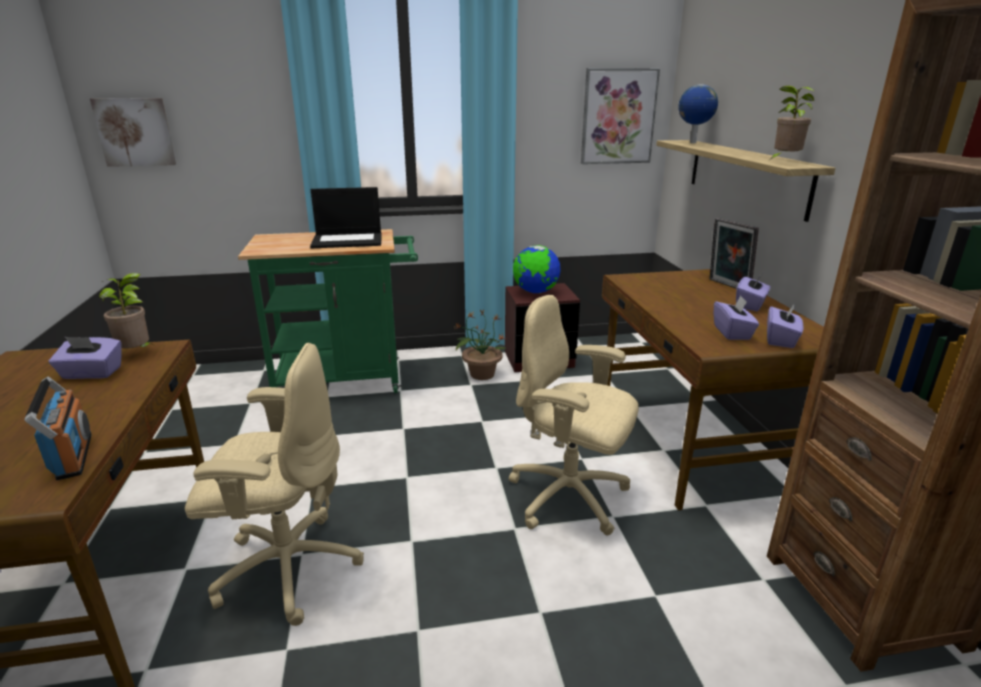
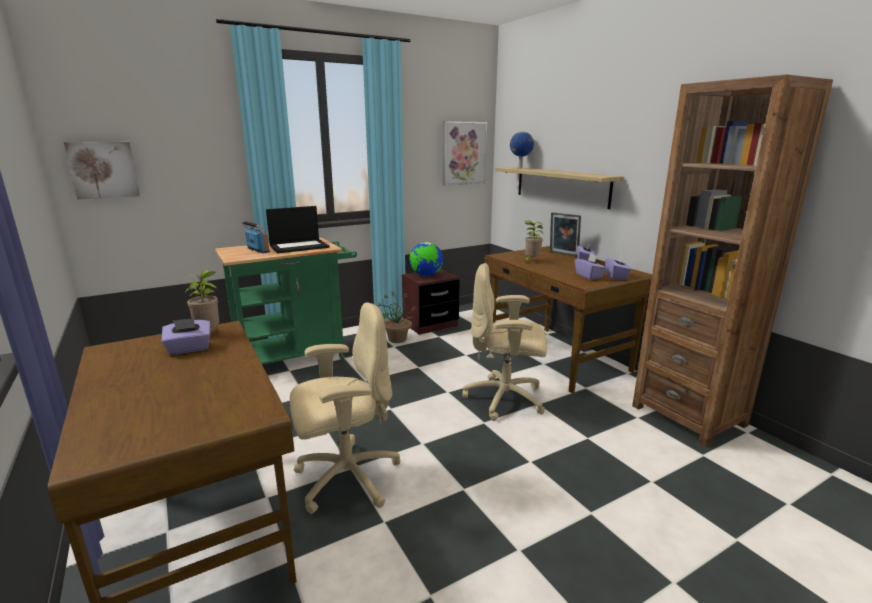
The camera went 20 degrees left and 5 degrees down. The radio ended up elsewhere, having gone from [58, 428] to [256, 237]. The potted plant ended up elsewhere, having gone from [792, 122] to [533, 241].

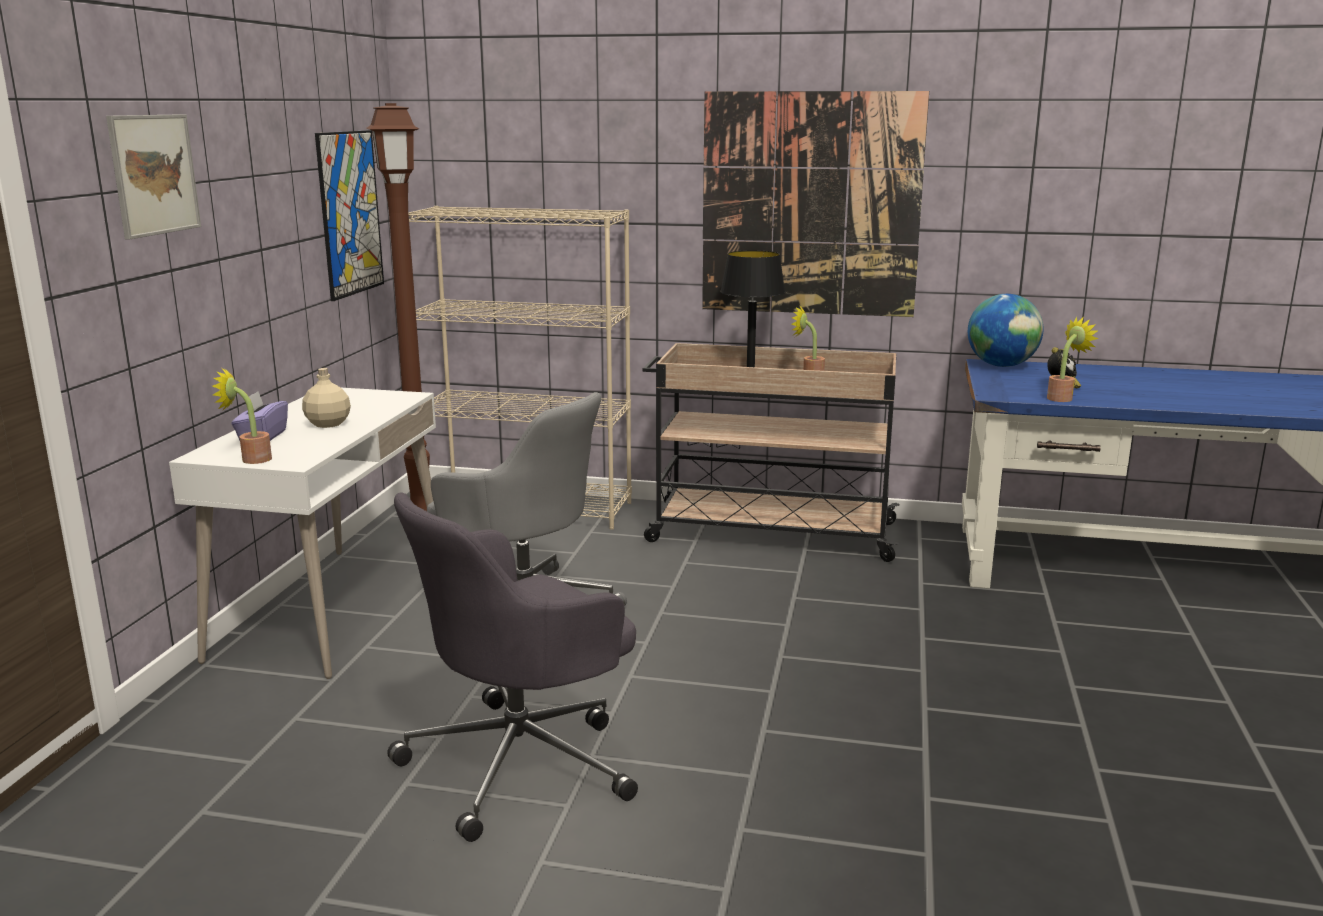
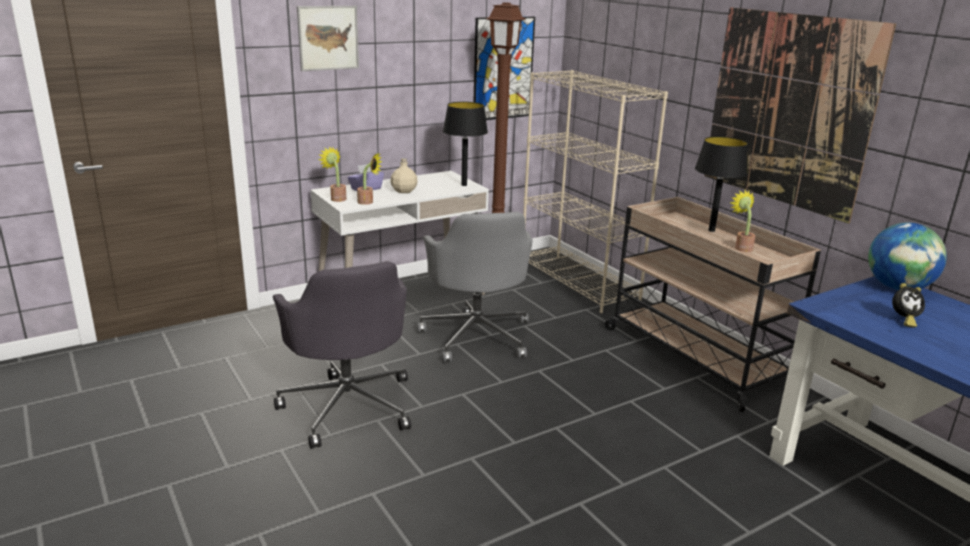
The camera went 45 degrees right and 5 degrees up. The gray desk chair at [512, 667] ended up facing another way, 120 degrees counterclockwise from before. The potted plant ended up elsewhere, having gone from [1073, 359] to [370, 179]. The second view gained the black tabletop lamp at [465, 144].

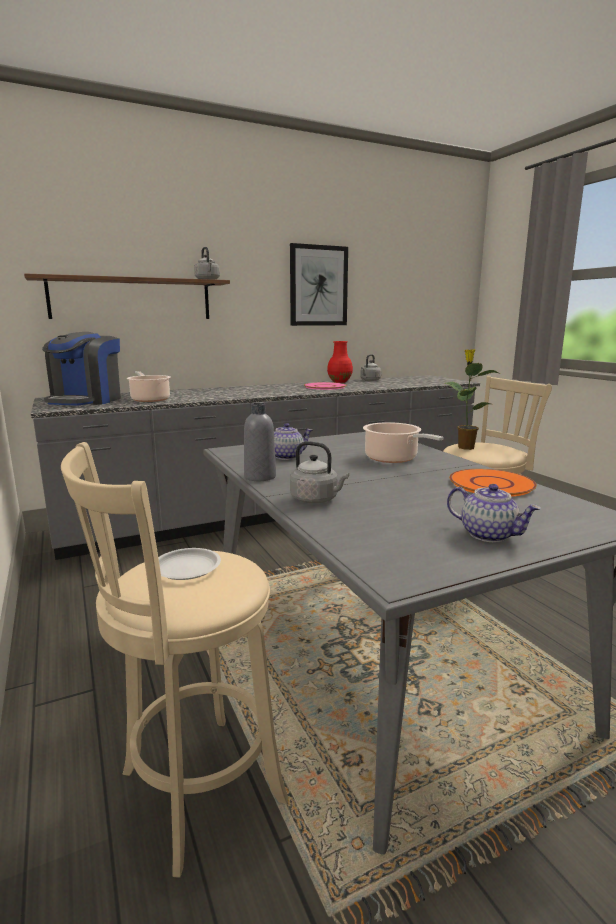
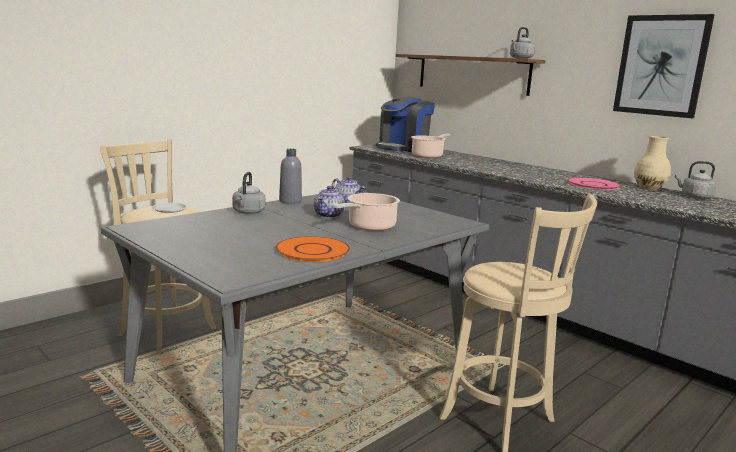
The camera went 70 degrees right and 0 degrees up. The tea pot ended up elsewhere, having gone from [494, 513] to [329, 202]. The coffee machine at [81, 369] ended up facing another way, 45 degrees counterclockwise from before. What was the red-coloured vase at [340, 362] turned into the sand-coloured vase at [652, 163]. The second view lost the potted plant at [473, 399].

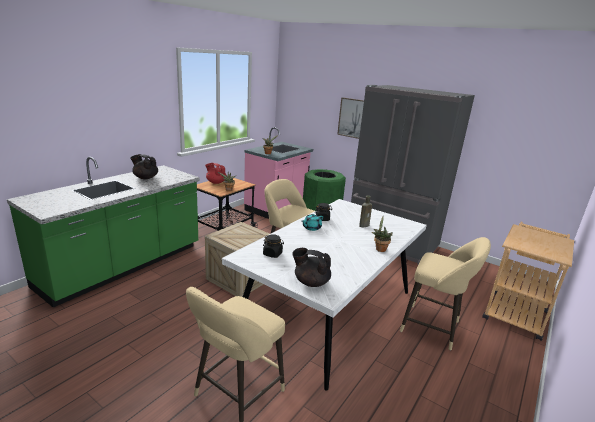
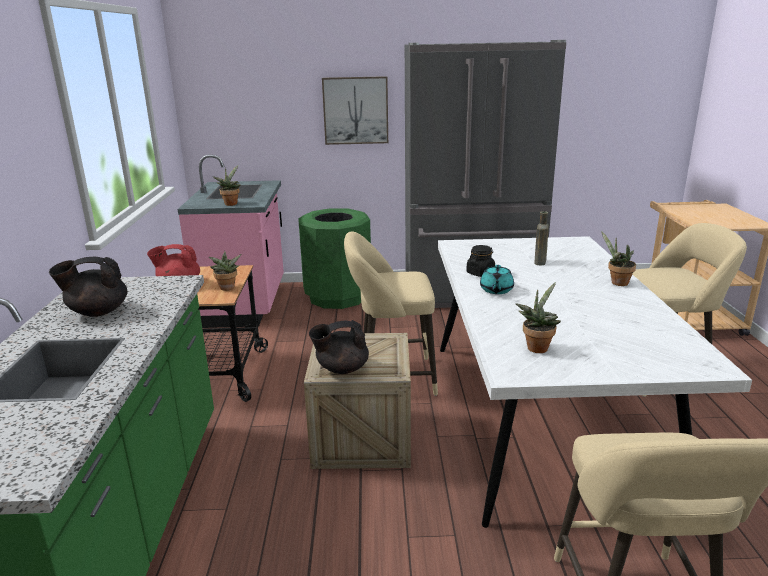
The camera went 35 degrees left and 0 degrees up. The black tea pot ended up elsewhere, having gone from [311, 267] to [339, 347]. Where the black jar stood at [273, 246], the potted plant came to stand at [538, 317].

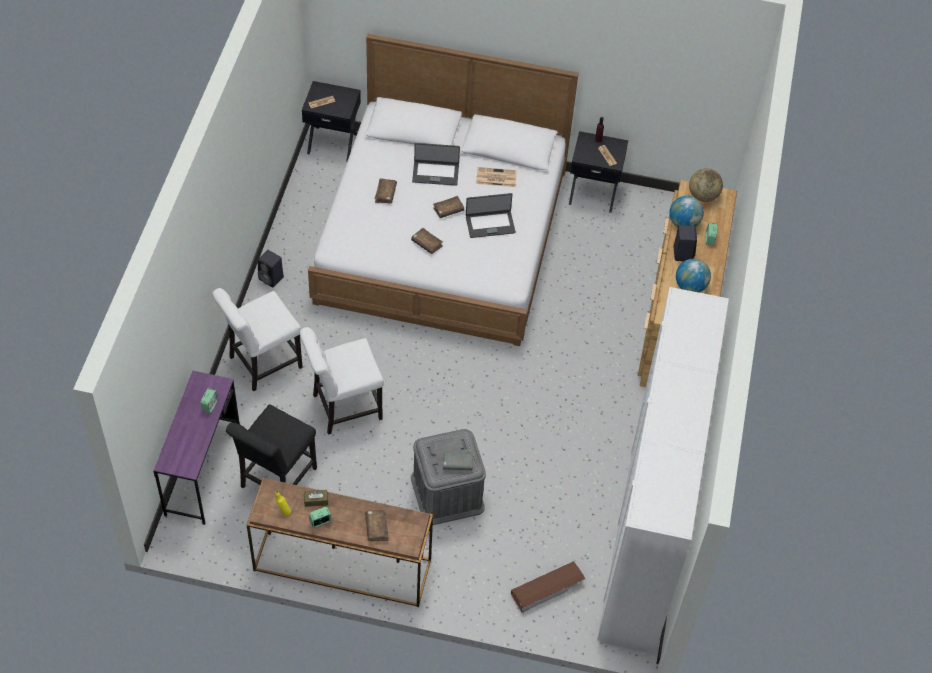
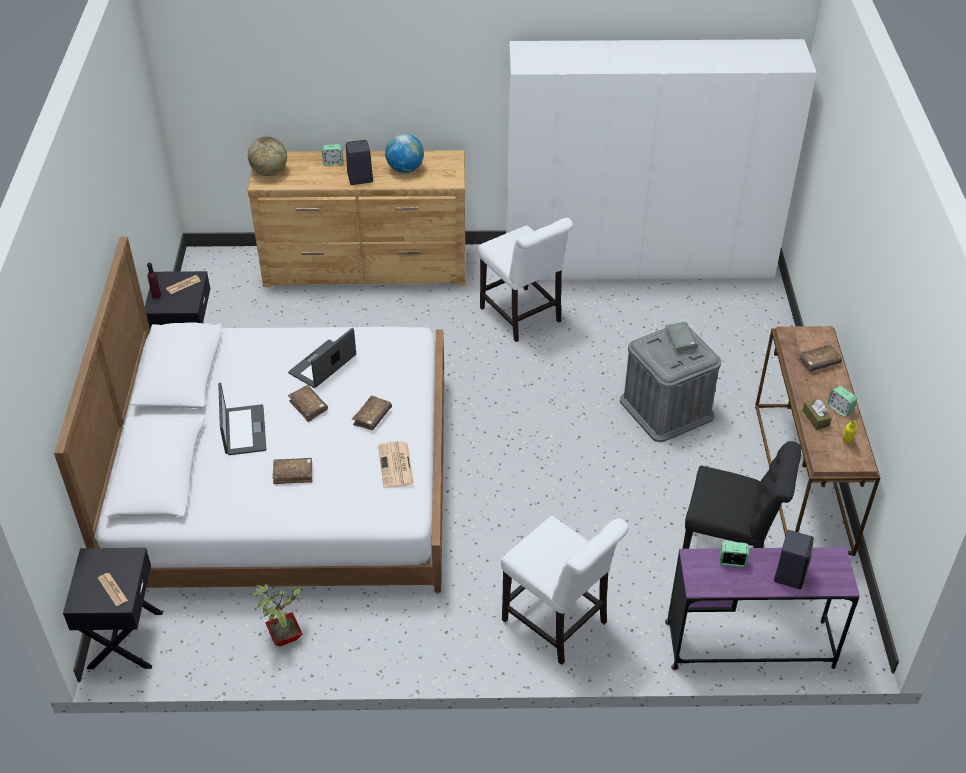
The camera went 100 degrees left and 10 degrees down. The second view gained the potted plant at [276, 615]. The notebook computer at [491, 215] ended up facing another way, 120 degrees counterclockwise from before. The daily paper ended up elsewhere, having gone from [496, 177] to [396, 464]. The whitish upright chair ended up elsewhere, having gone from [342, 381] to [525, 280]. The black speaker ended up elsewhere, having gone from [271, 268] to [794, 560]. The second view lost the brownish storage bin at [548, 587]. The second view lost the desk globe at [686, 211].

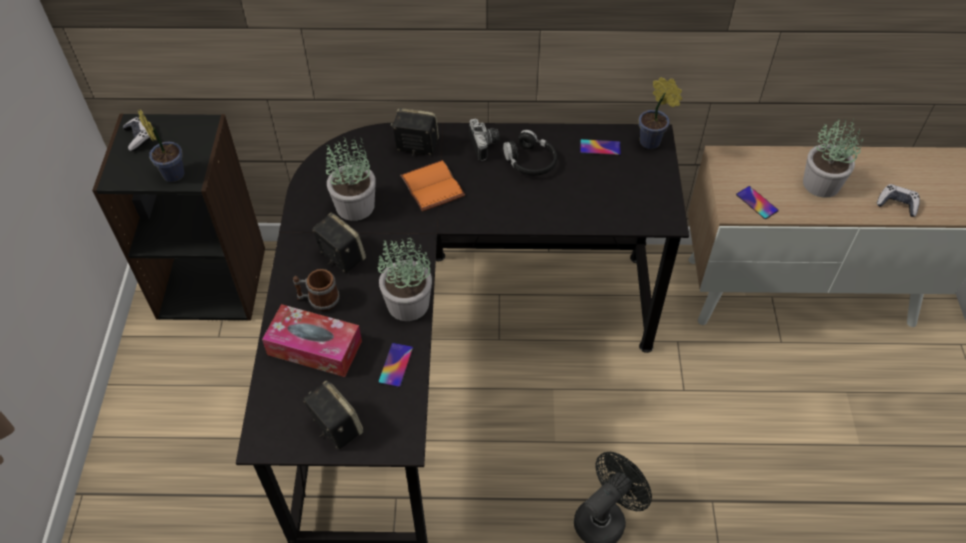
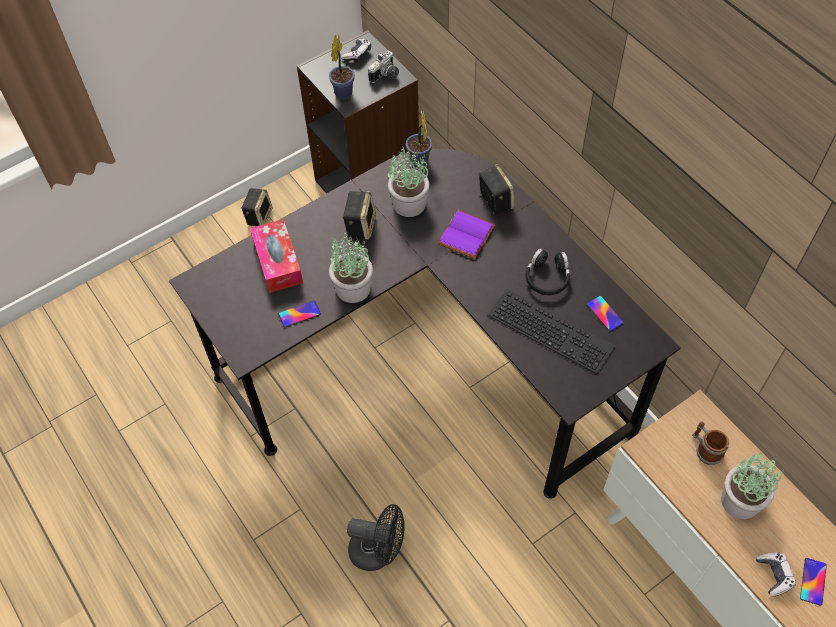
The camera went 55 degrees right and 5 degrees up. The speaker ended up elsewhere, having gone from [333, 414] to [257, 207]. The still camera ended up elsewhere, having gone from [484, 140] to [383, 67]. The potted plant ended up elsewhere, having gone from [660, 113] to [419, 139]. What was the orange book at [432, 186] turned into the purple-coloured book at [466, 234]. The second view gained the PC keyboard at [552, 332]. The mug ended up elsewhere, having gone from [316, 290] to [710, 443]. The telephone ended up elsewhere, having gone from [757, 202] to [813, 582].

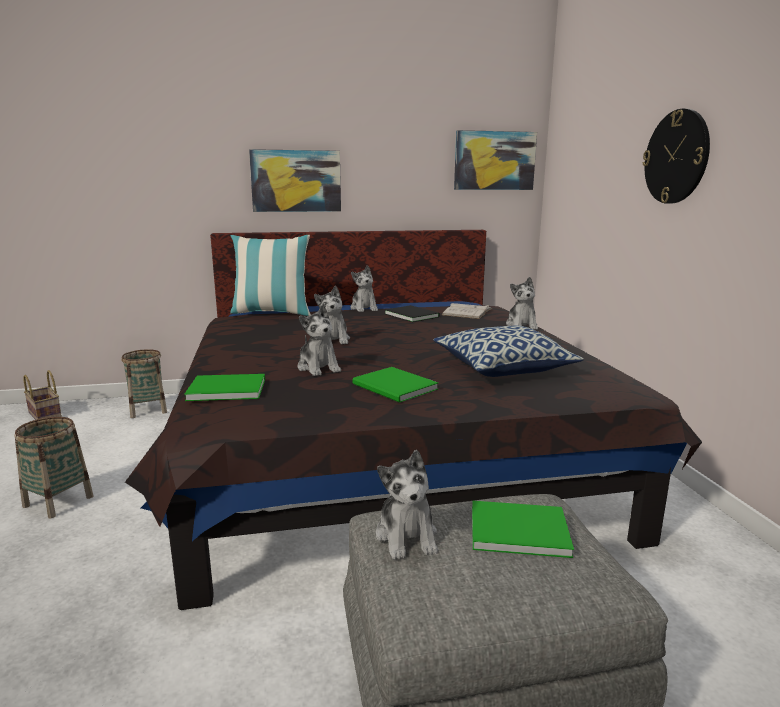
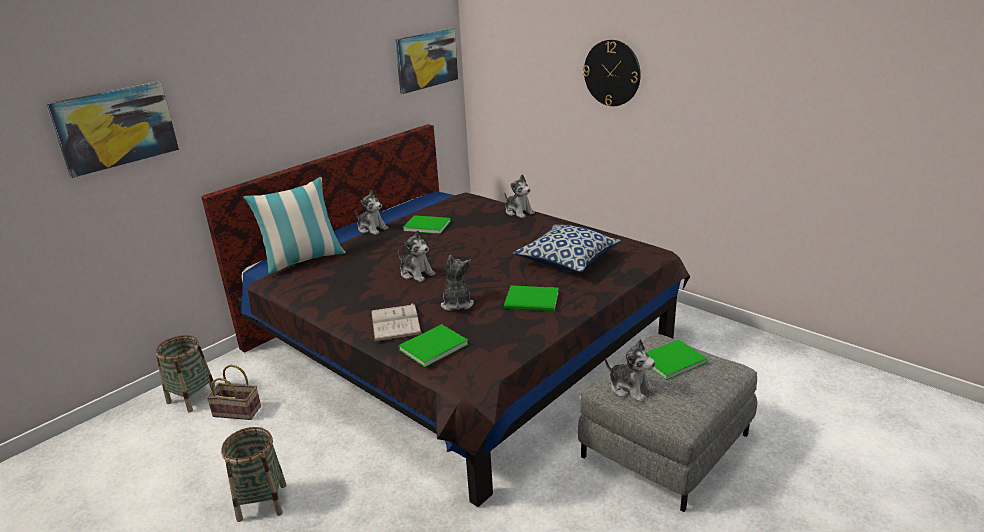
The camera went 35 degrees left and 10 degrees up. The picture ended up elsewhere, having gone from [295, 180] to [112, 129]. The storage basket ended up elsewhere, having gone from [42, 395] to [233, 392]. The whitish book ended up elsewhere, having gone from [467, 311] to [396, 322]. What was the black book at [412, 313] turned into the greenish book at [427, 224]. The soft toy at [319, 340] ended up facing another way, 120 degrees counterclockwise from before.

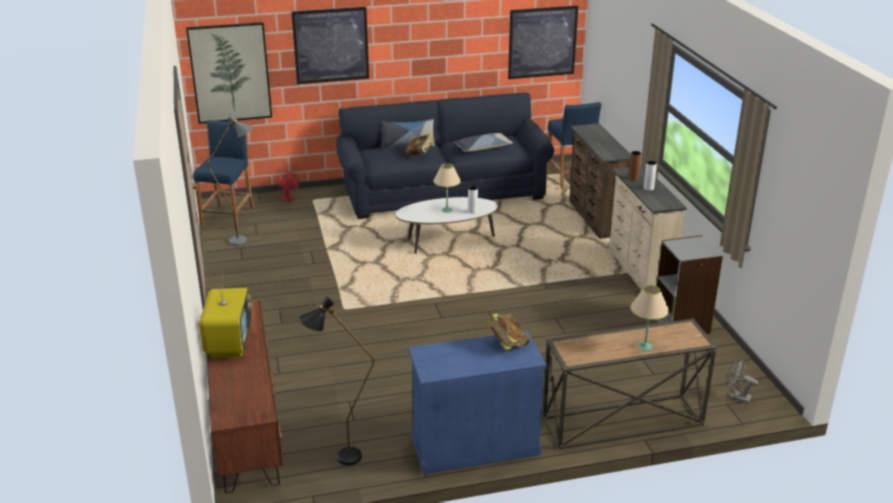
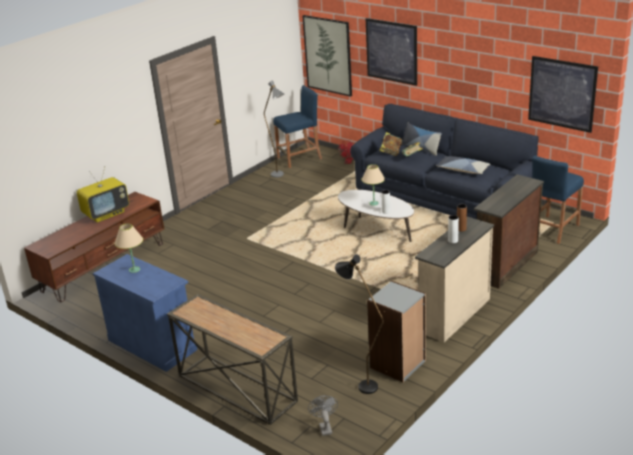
The camera went 55 degrees right and 0 degrees up. The sand-coloured tabletop lamp ended up elsewhere, having gone from [649, 318] to [128, 248]. The black standard lamp ended up elsewhere, having gone from [336, 380] to [359, 324]. The book ended up elsewhere, having gone from [508, 332] to [390, 144].

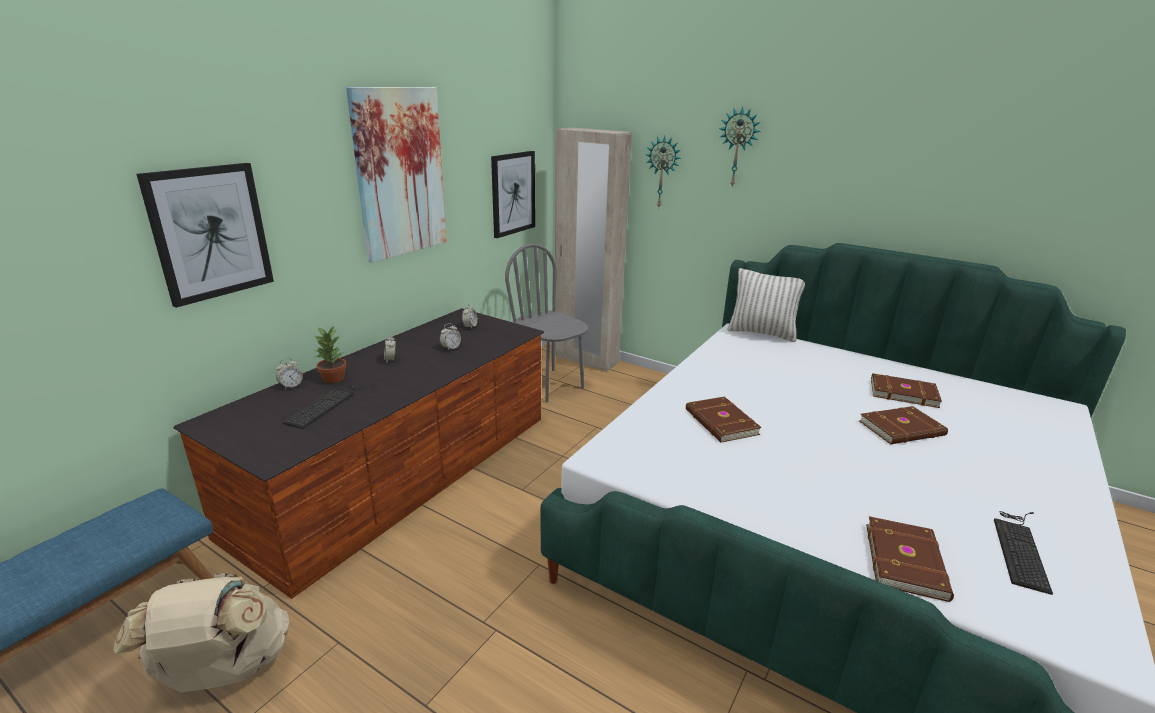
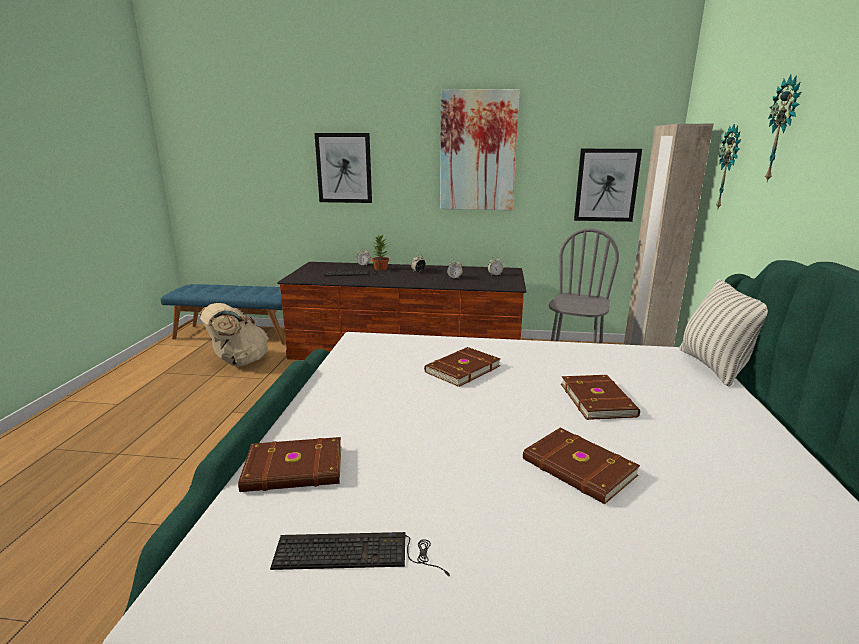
The camera went 65 degrees right and 5 degrees down. The brownish book ended up elsewhere, having gone from [906, 390] to [600, 397].

